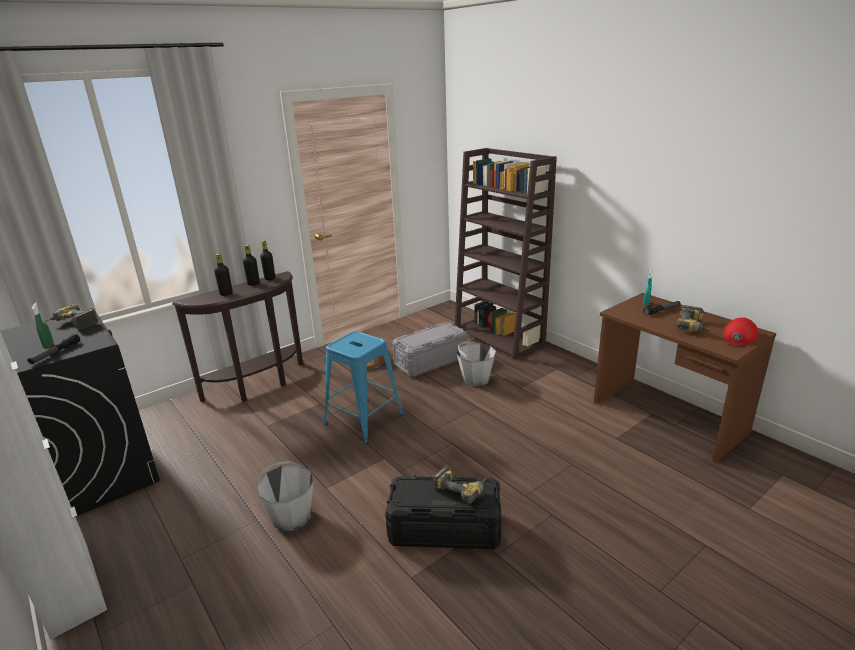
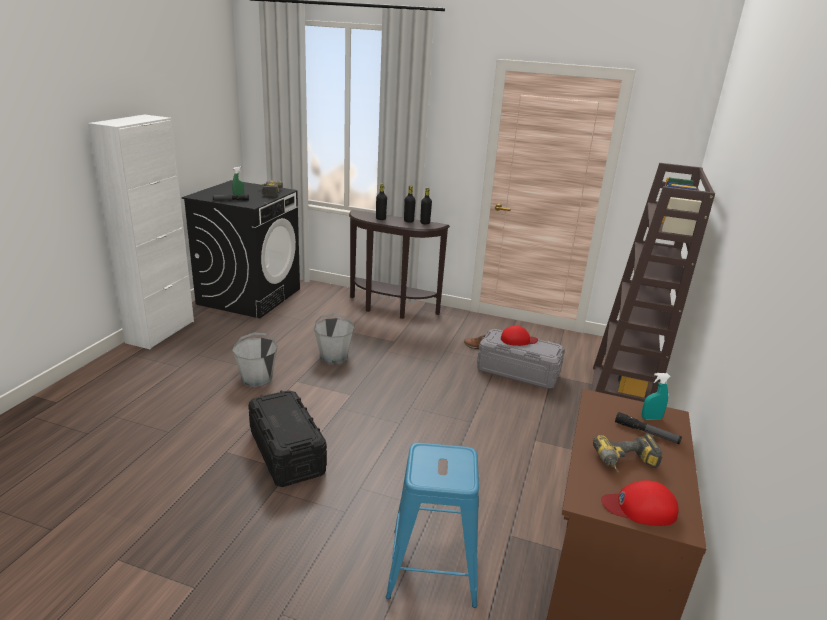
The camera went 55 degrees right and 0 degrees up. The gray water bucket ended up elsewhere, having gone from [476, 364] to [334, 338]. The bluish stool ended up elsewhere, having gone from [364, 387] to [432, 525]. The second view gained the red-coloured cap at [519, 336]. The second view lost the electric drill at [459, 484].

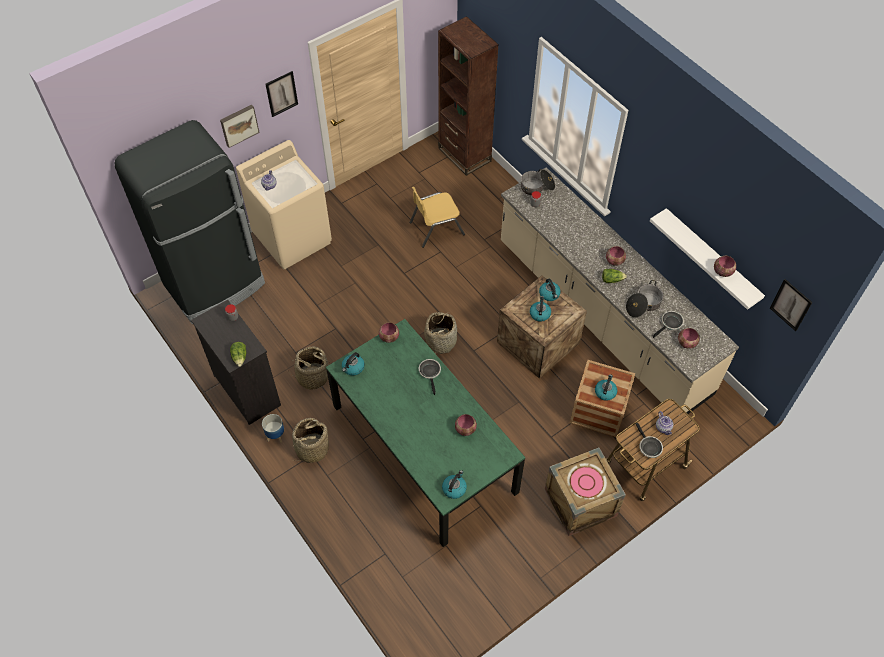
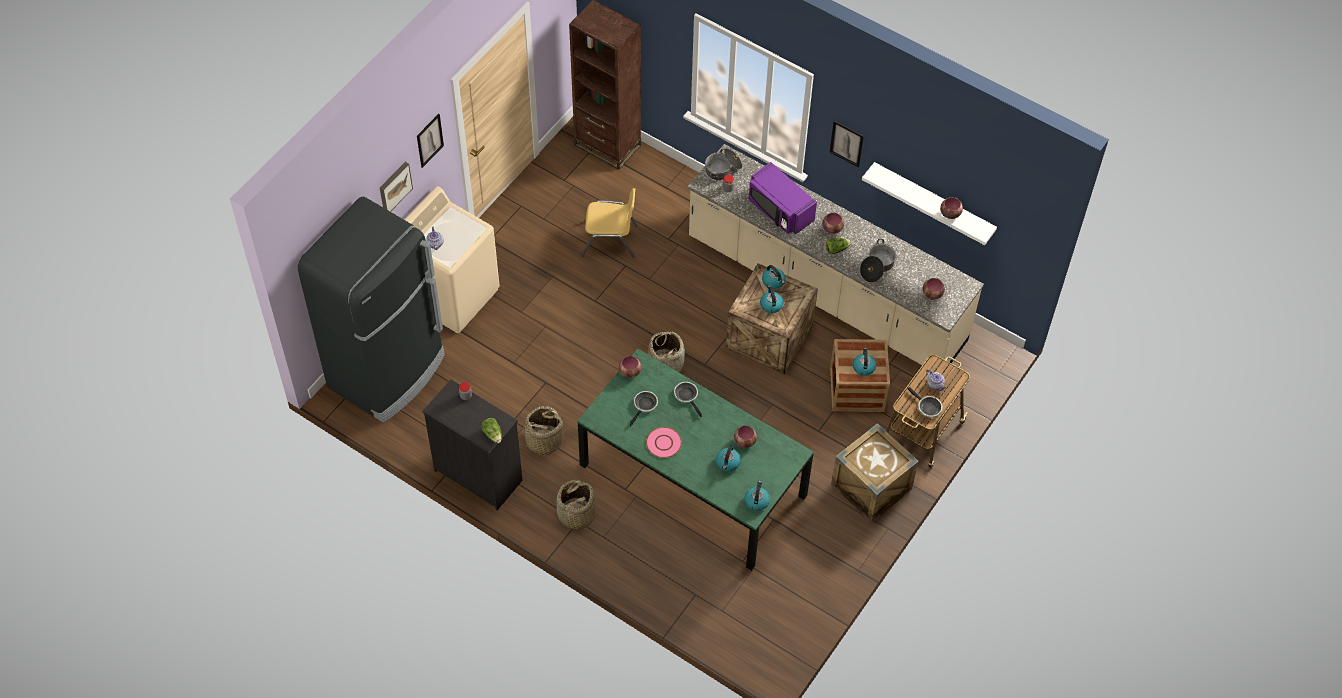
The camera went 20 degrees left and 0 degrees up. The yellow upright chair at [437, 217] ended up facing another way, 135 degrees counterclockwise from before. The pan ended up elsewhere, having gone from [668, 324] to [644, 408]. The pink-coloured dinner plate ended up elsewhere, having gone from [587, 482] to [664, 442]. The tea kettle ended up elsewhere, having gone from [353, 364] to [728, 458]. The second view gained the purple-coloured kitchen microwave at [783, 198]. The picture ended up elsewhere, having gone from [791, 305] to [847, 144]. The second view lost the plant pot at [273, 428].

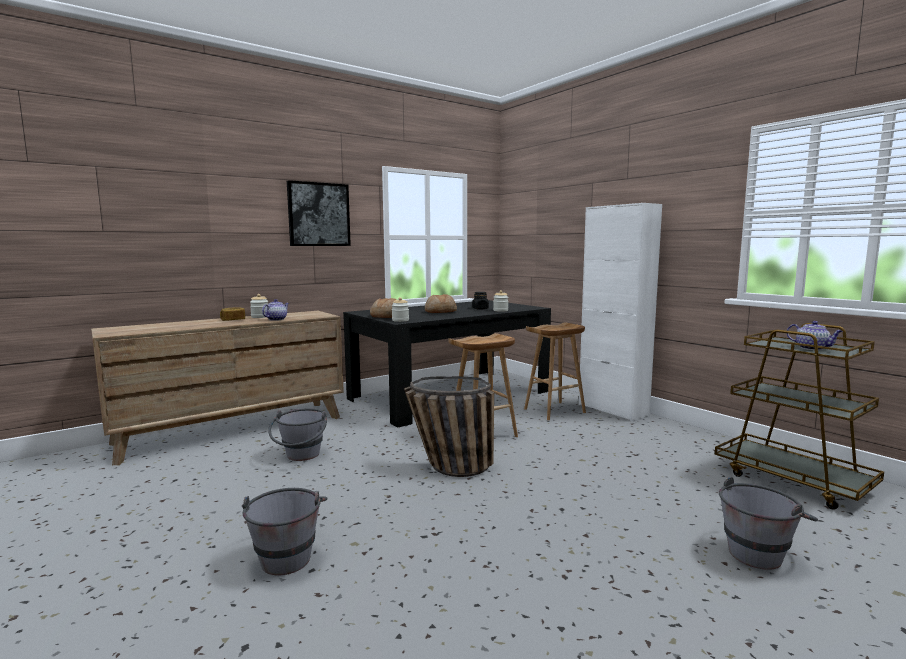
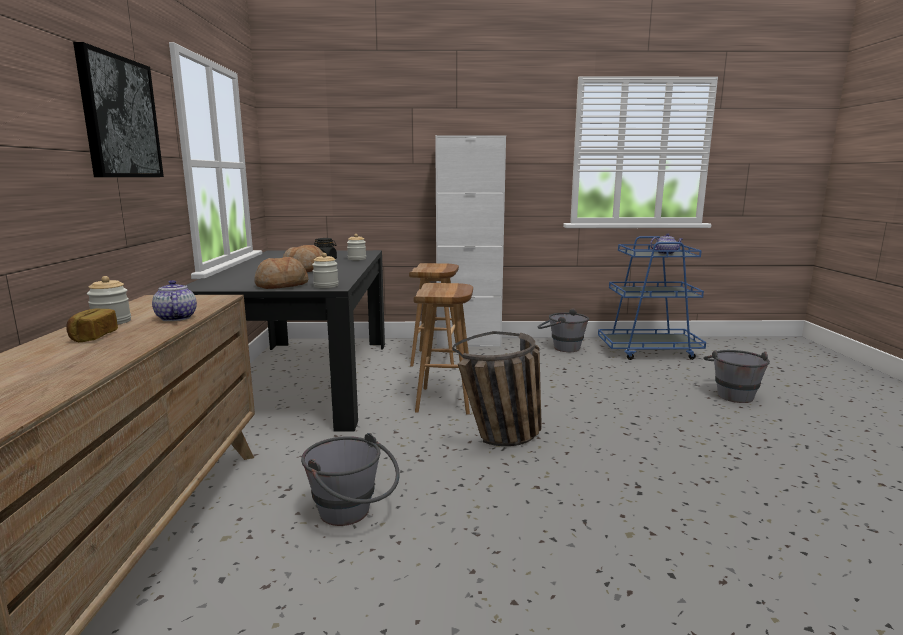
The camera went 55 degrees left and 5 degrees up. The gray water bucket ended up elsewhere, having gone from [285, 531] to [563, 330]. What was the brownish wheeled cart at [799, 416] turned into the bluish wheeled cart at [652, 298].

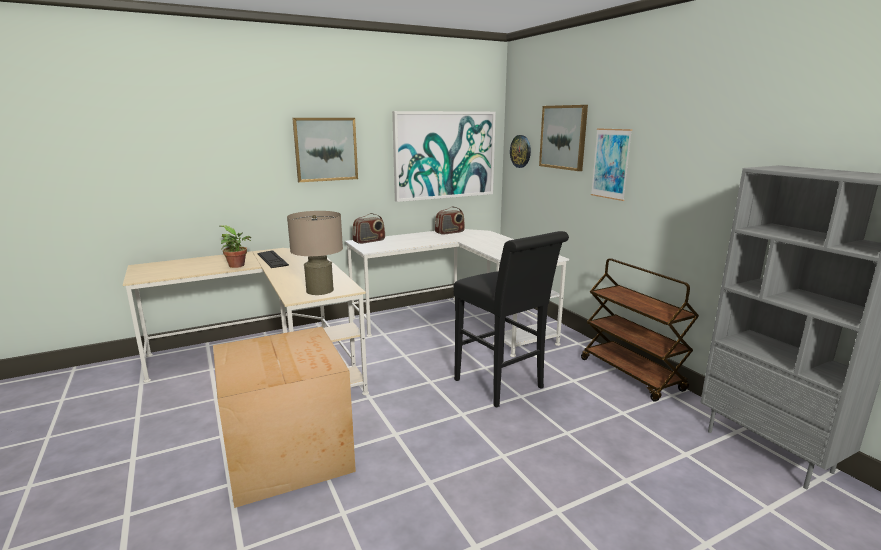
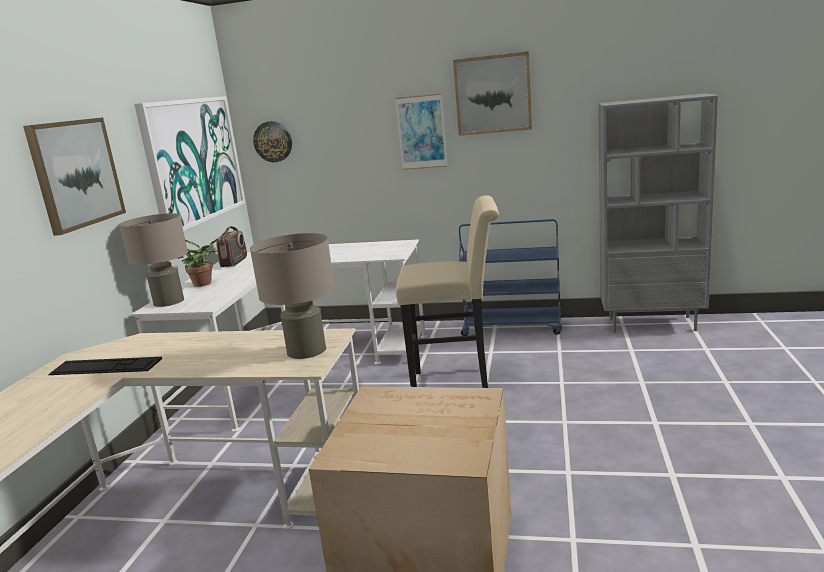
The camera went 50 degrees left and 0 degrees up. Where the radio stood at [368, 228], the sand-coloured tabletop lamp came to stand at [153, 260]. The potted plant ended up elsewhere, having gone from [235, 246] to [199, 262]. What was the black stool at [511, 319] turned into the sand-coloured stool at [447, 291]. The picture ended up elsewhere, having gone from [563, 138] to [492, 93]. What was the brownish wheeled cart at [640, 330] turned into the bluish wheeled cart at [510, 277].

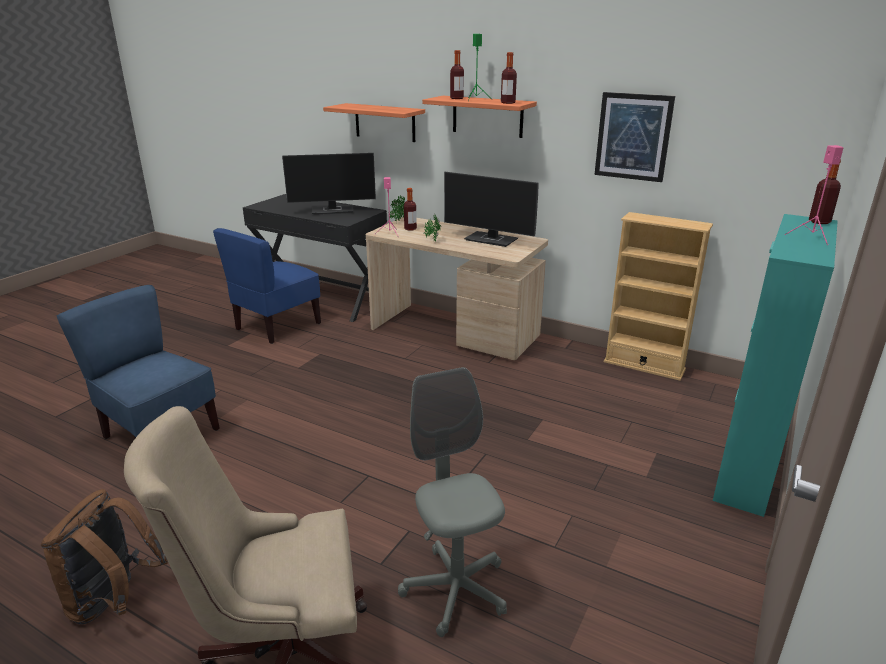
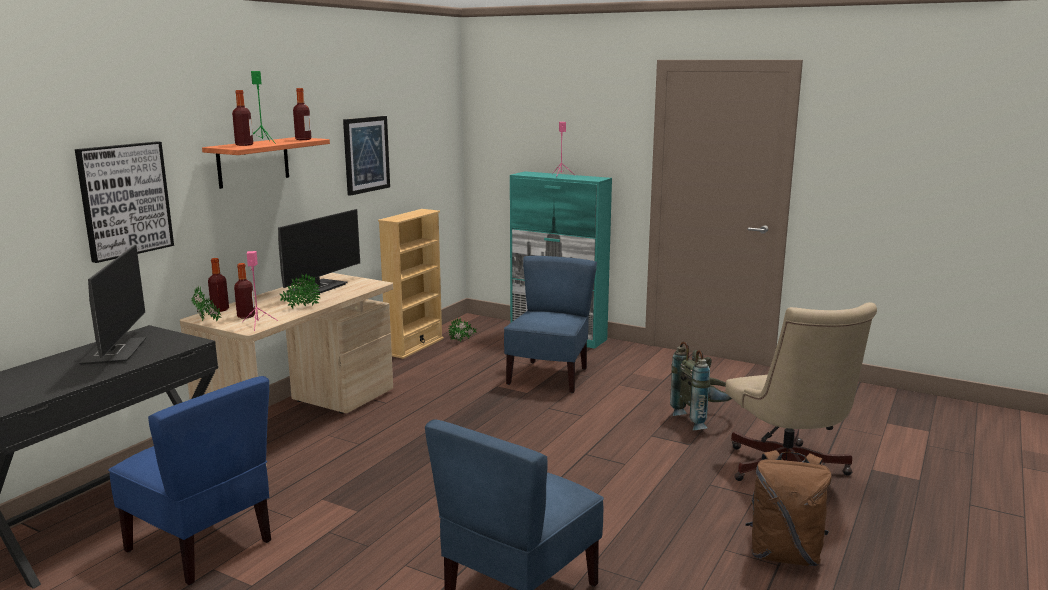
The camera went 90 degrees left and 10 degrees down. Where the bracket shelf hung at [374, 122], the picture came to hang at [124, 202]. The beverage bottle ended up elsewhere, having gone from [825, 191] to [218, 285]. The second view gained the potted plant at [462, 330]. The second view gained the bluish upright chair at [550, 324]. Where the gray desk chair stood at [452, 502], the gray backpack came to stand at [701, 386].

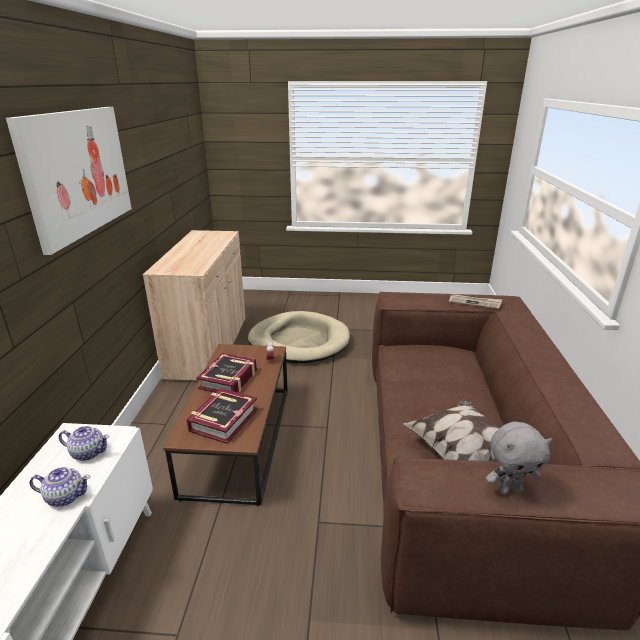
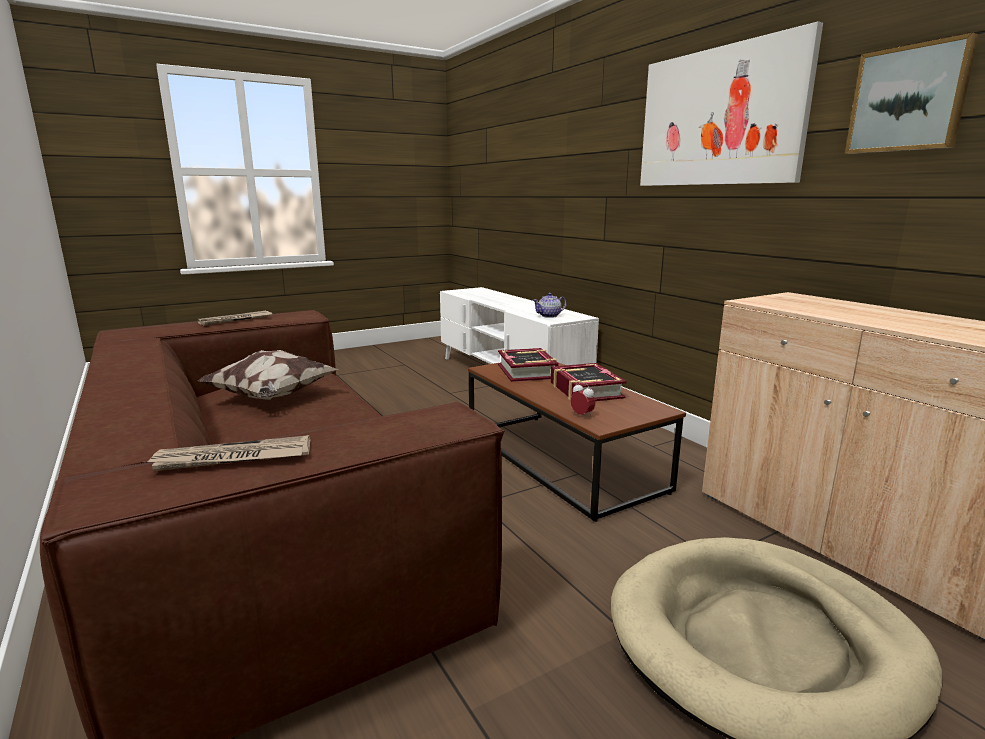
The camera went 145 degrees right and 10 degrees down. Where the gray soft toy stood at [519, 458], the daily paper came to stand at [235, 318]. The second view gained the picture at [912, 93]. The second view lost the tea pot at [60, 487].

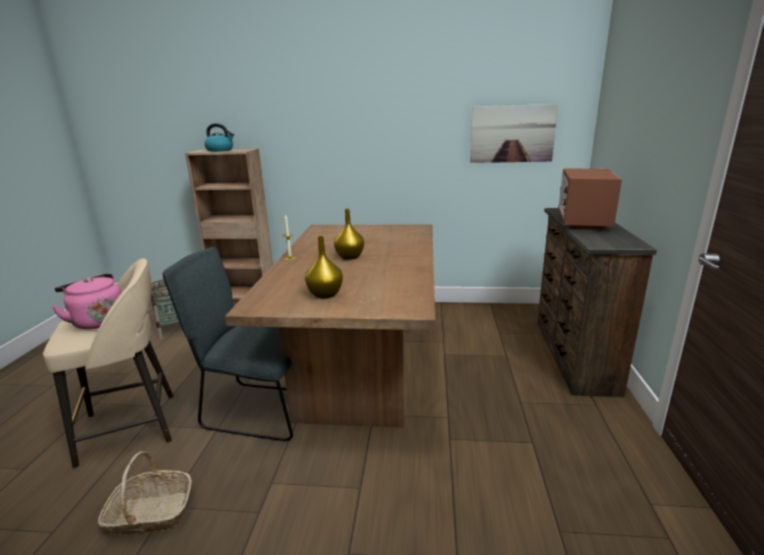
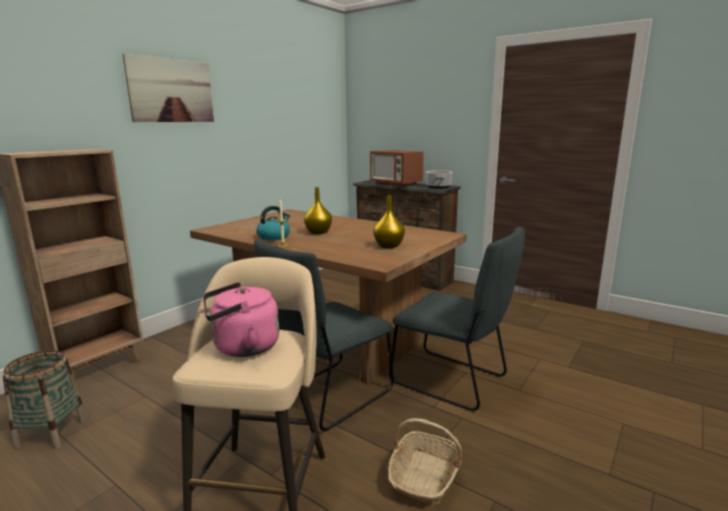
The camera went 60 degrees left and 5 degrees down. The picture ended up elsewhere, having gone from [514, 133] to [168, 88]. The tea kettle ended up elsewhere, having gone from [219, 137] to [273, 223]. The second view gained the gray upright chair at [457, 319]. The second view gained the cooking pot at [439, 179].

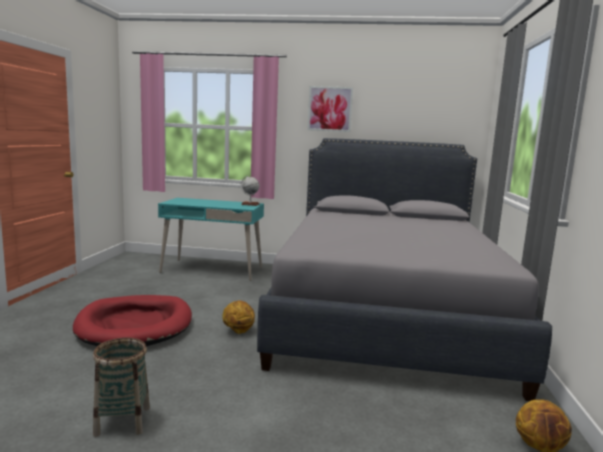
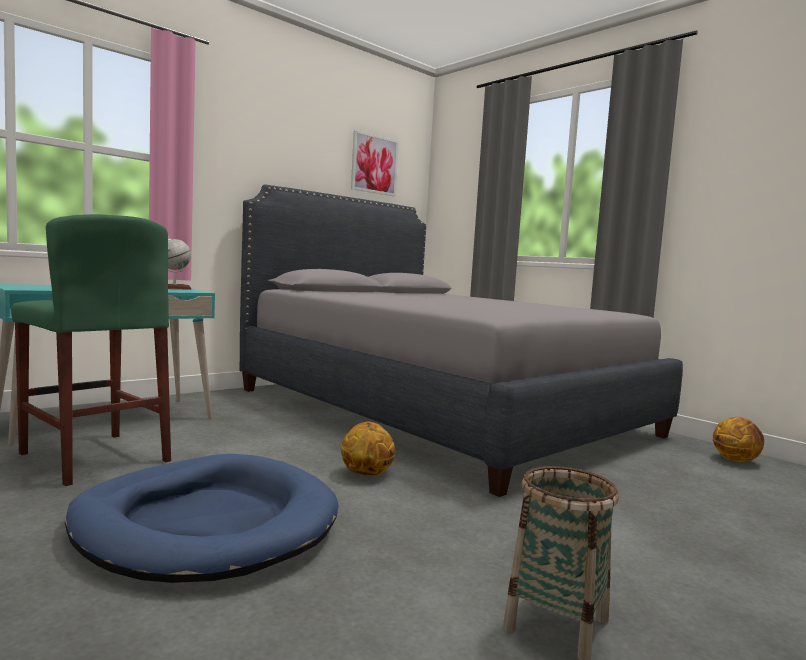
The camera went 50 degrees left and 5 degrees down. The second view gained the greenish stool at [91, 350]. What was the red-coloured pet bed at [132, 320] turned into the bluish pet bed at [202, 518]. The picture ended up elsewhere, having gone from [330, 109] to [375, 163].

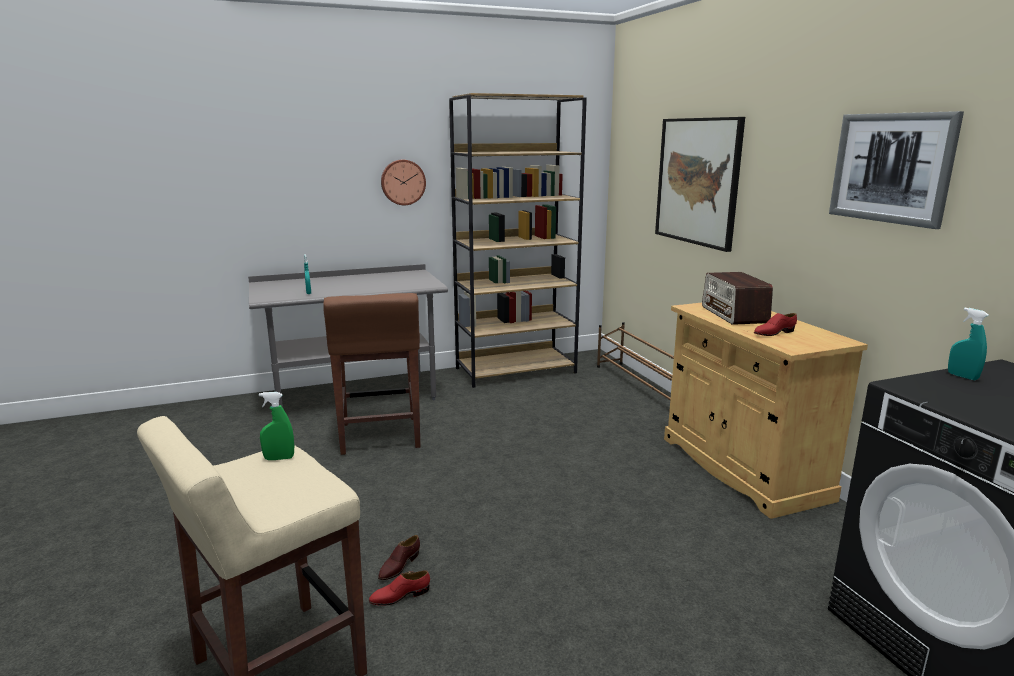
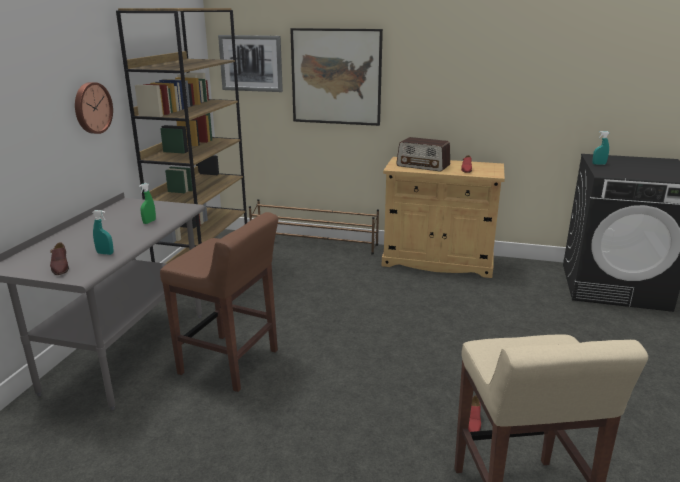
The camera went 55 degrees left and 5 degrees up. The brownish item of footwear ended up elsewhere, having gone from [399, 557] to [59, 258]. The greenish spray bottle ended up elsewhere, having gone from [276, 426] to [147, 203]. The picture ended up elsewhere, having gone from [896, 170] to [250, 63].

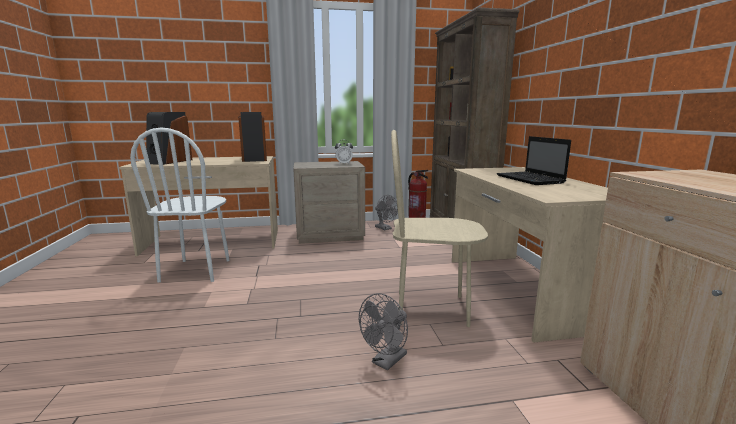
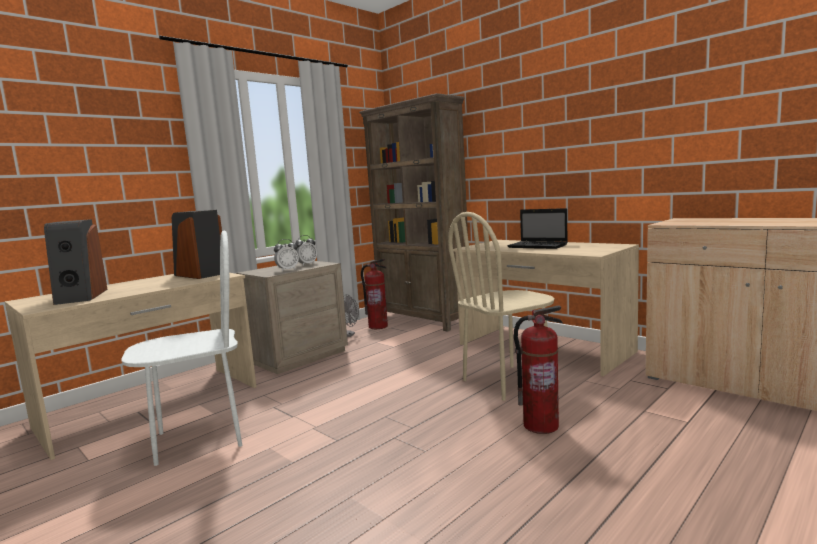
The camera went 35 degrees left and 5 degrees down. The whitish upright chair at [180, 205] ended up facing another way, 75 degrees counterclockwise from before. The second view gained the table clock at [286, 255]. Where the gray fan stood at [383, 331], the extinguisher came to stand at [538, 369].

